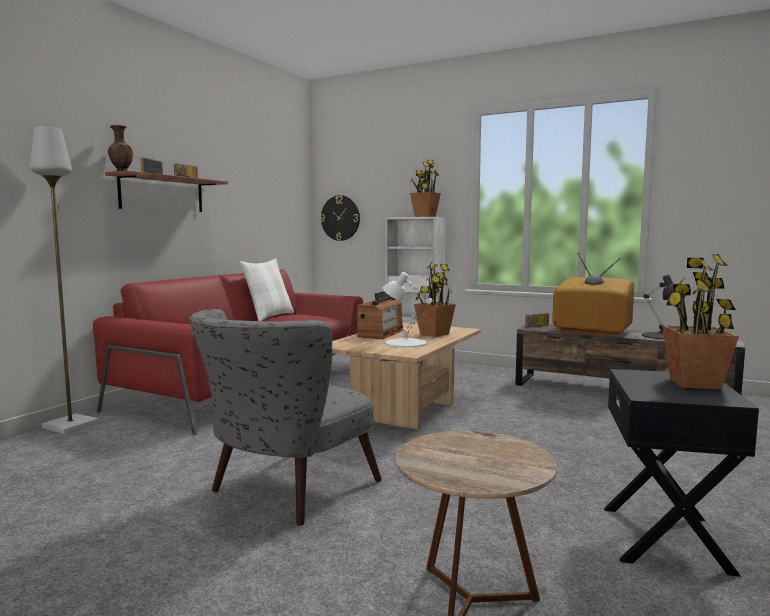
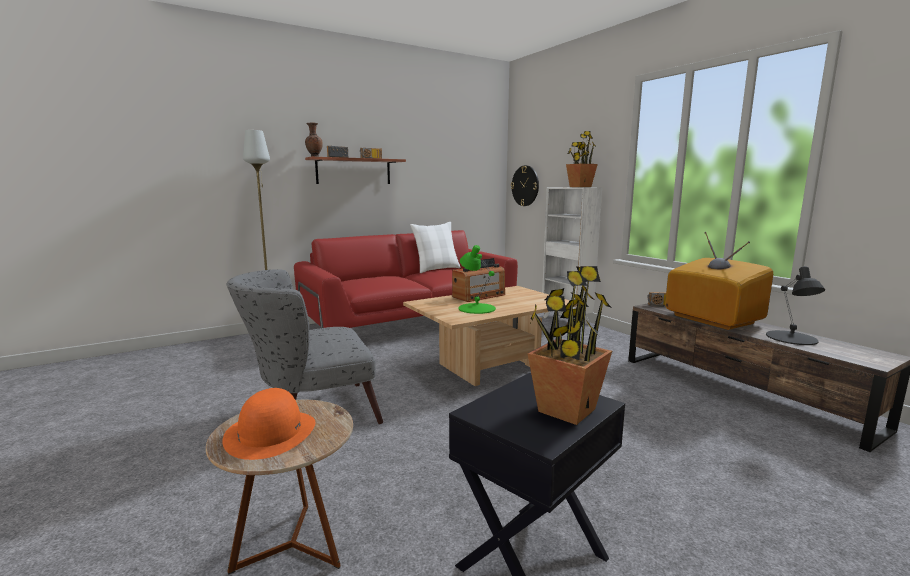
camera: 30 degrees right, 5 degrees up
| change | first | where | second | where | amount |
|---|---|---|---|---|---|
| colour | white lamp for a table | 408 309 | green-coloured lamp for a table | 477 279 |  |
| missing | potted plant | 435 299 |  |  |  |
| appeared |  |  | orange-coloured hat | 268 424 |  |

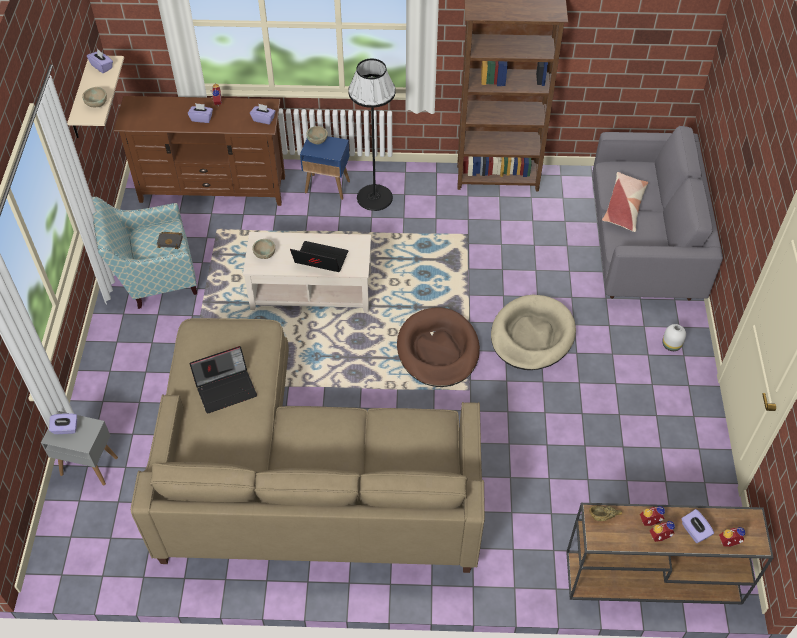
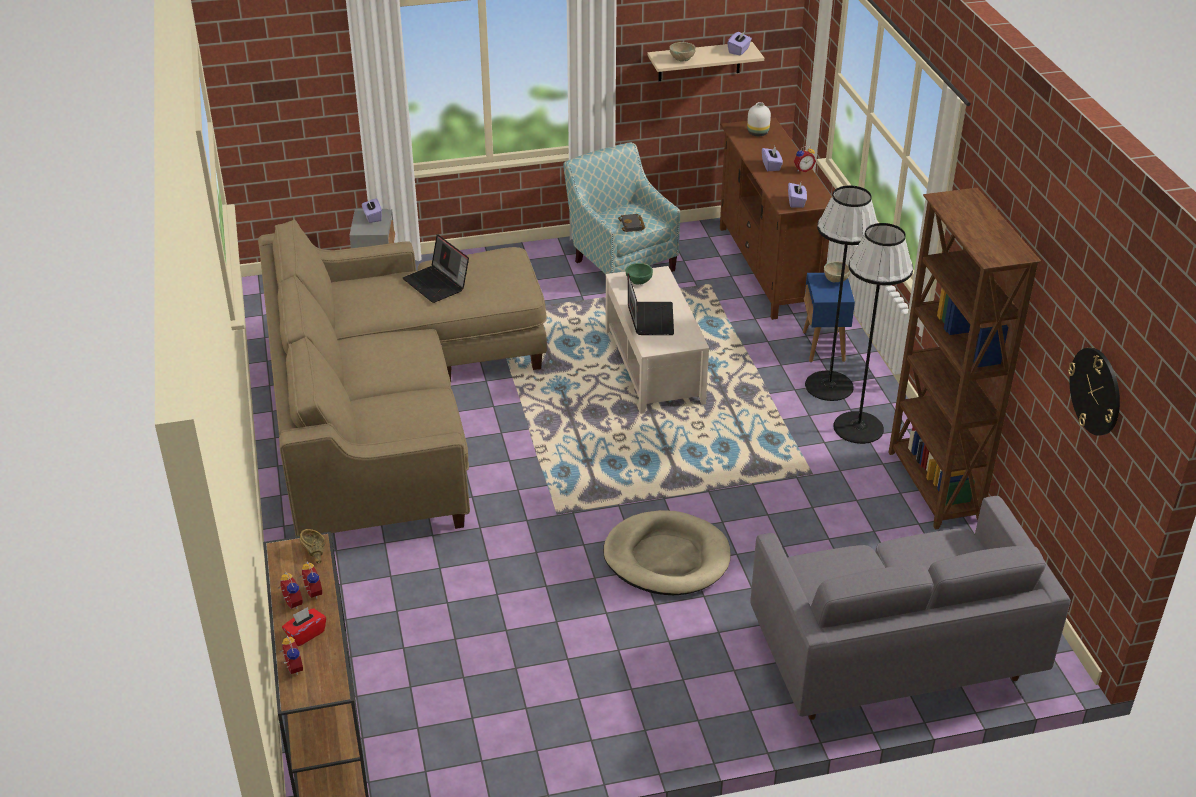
camera: 75 degrees right, 15 degrees down
| change | first | where | second | where | amount |
|---|---|---|---|---|---|
| colour | sand-coloured serving bowl | 263 249 | green-coloured serving bowl | 639 274 |  |
| missing | brownish pet bed | 438 347 |  |  |  |
| missing | pillow | 625 202 |  |  |  |
| relocated | white decorative vase | 674 337 |  | 759 119 |  |
| colour | purplish tissue box | 698 526 | reddish tissue box | 304 626 |  |
| appeared |  |  | black floor lamp | 873 333 |  |
| appeared |  |  | wall clock | 1094 392 |  |

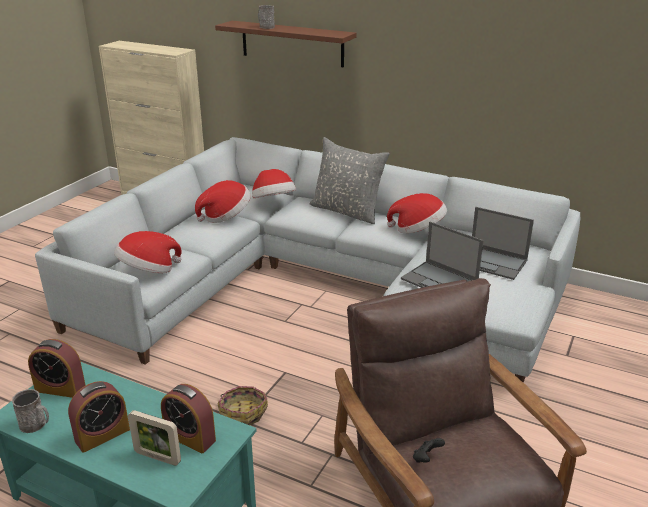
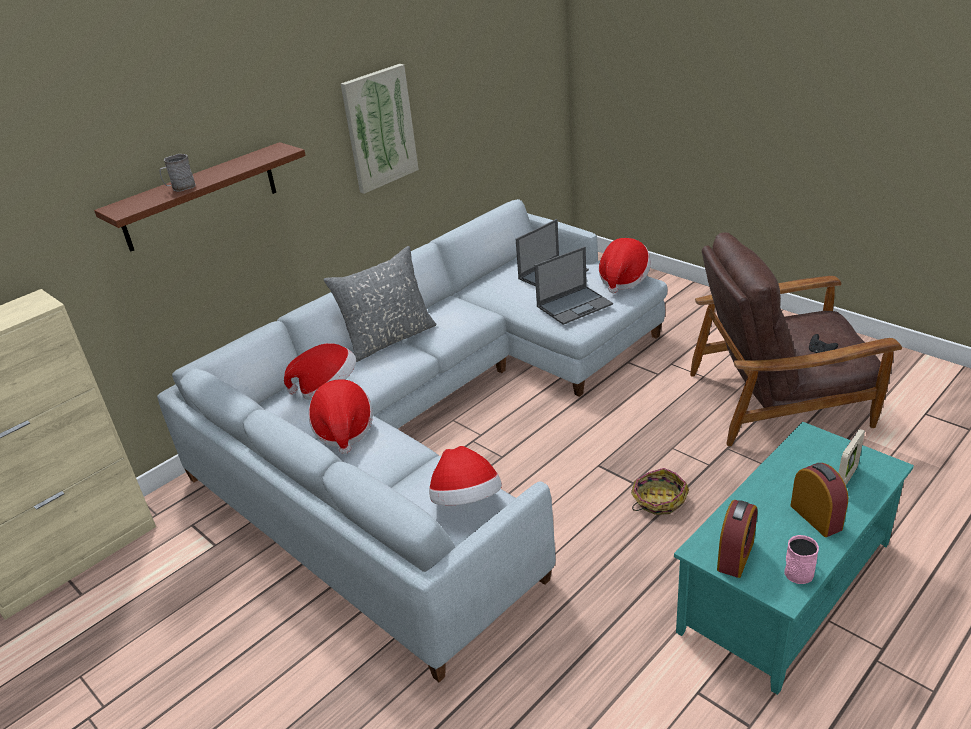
camera: 70 degrees left, 5 degrees up
| change | first | where | second | where | amount |
|---|---|---|---|---|---|
| colour | gray coffee mug | 30 411 | pink coffee mug | 802 559 |  |
| missing | table clock | 188 418 |  |  |  |
| relocated | hat | 417 213 |  | 625 265 |  |
| appeared |  |  | picture | 380 129 |  |

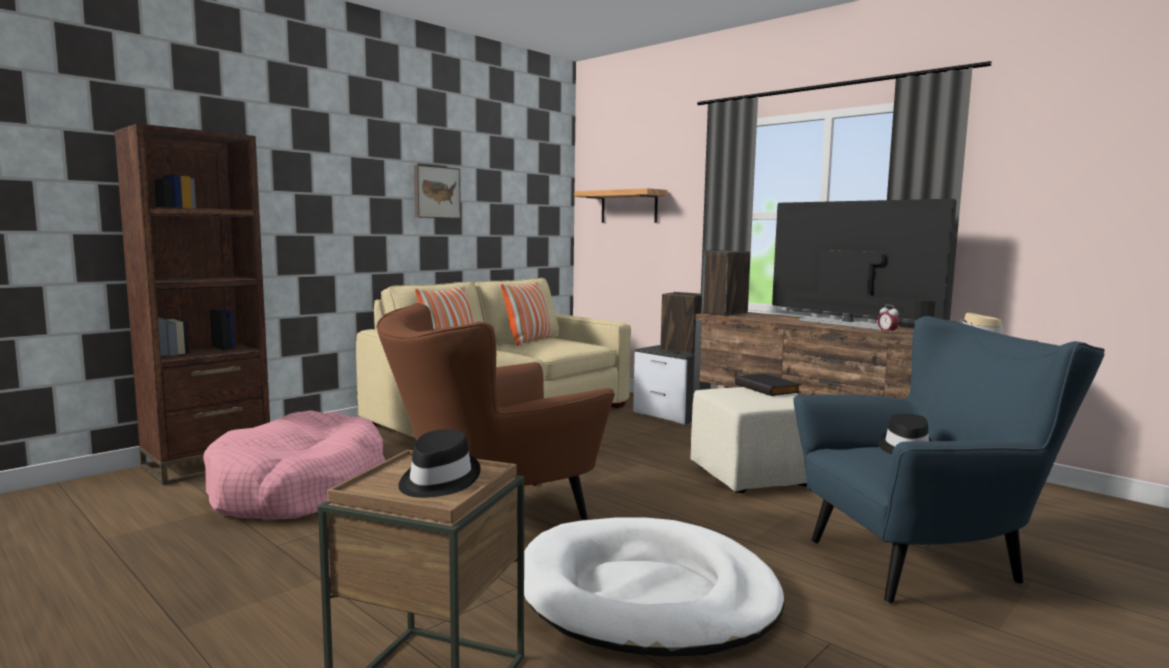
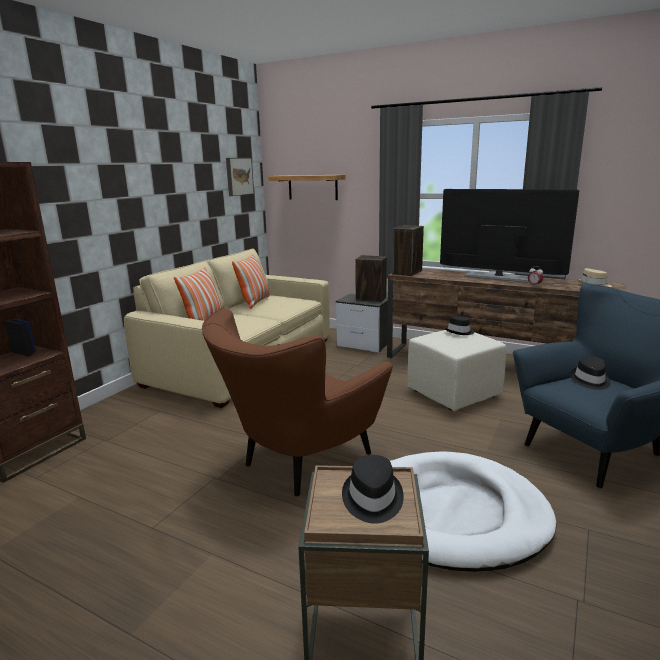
camera: 15 degrees left, 10 degrees up
| change | first | where | second | where | amount |
|---|---|---|---|---|---|
| missing | pink pet bed | 294 465 |  |  |  |
| relocated | picture | 437 192 |  | 240 177 |  |
| exchanged | black book | 768 385 | black hat | 460 325 |  |

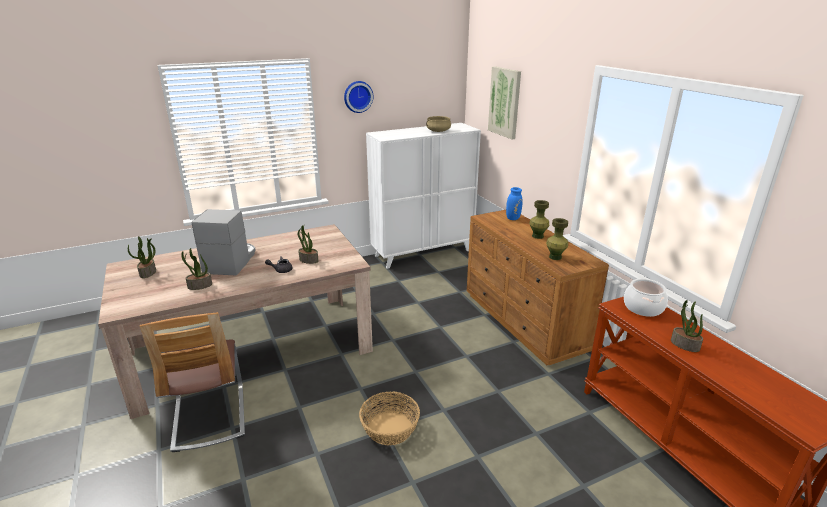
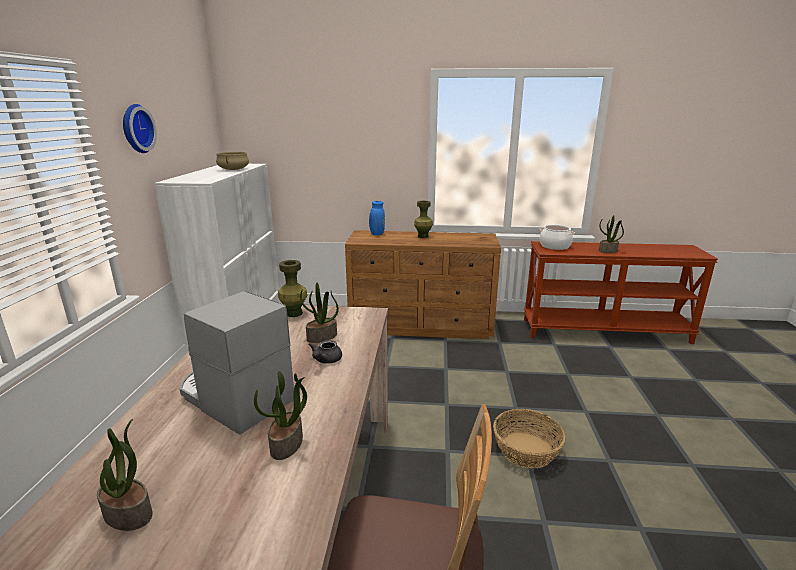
camera: 60 degrees left, 5 degrees down
| change | first | where | second | where | amount |
|---|---|---|---|---|---|
| missing | picture | 504 103 |  |  |  |
| relocated | green-coloured decorative vase | 557 239 |  | 292 288 |  |

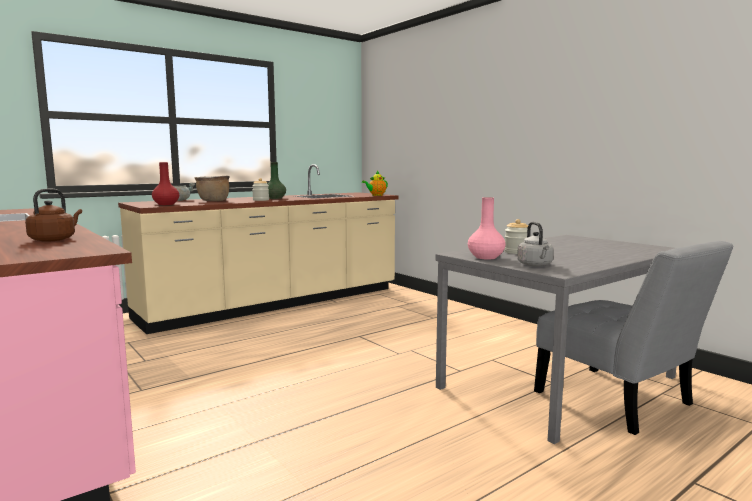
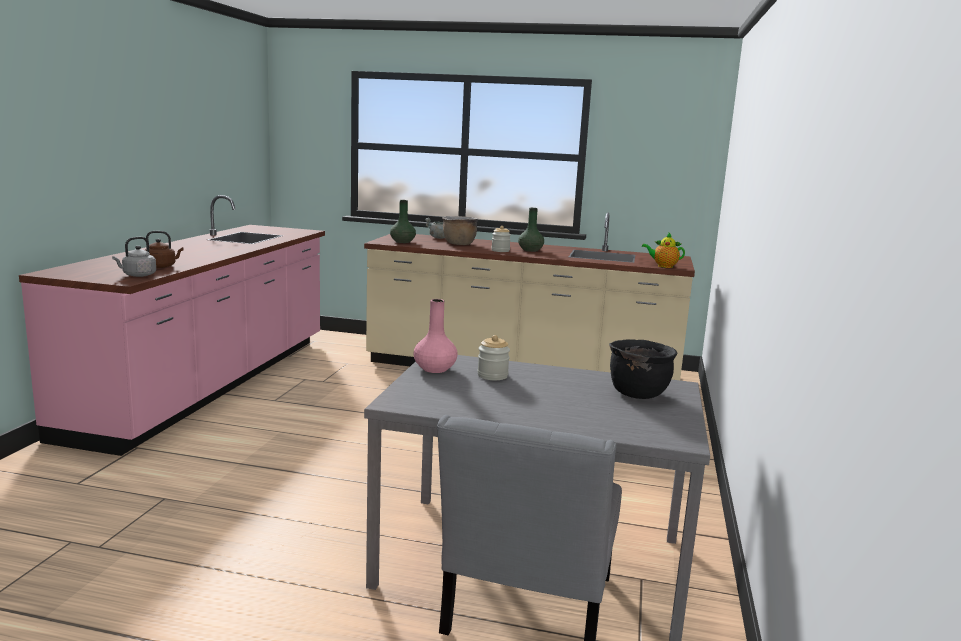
camera: 50 degrees right, 5 degrees up
| change | first | where | second | where | amount |
|---|---|---|---|---|---|
| colour | reddish decorative vase | 165 183 | green-coloured decorative vase | 403 221 |  |
| relocated | gray tea kettle | 535 244 |  | 134 257 |  |
| appeared |  |  | black cooking pot | 643 369 |  |

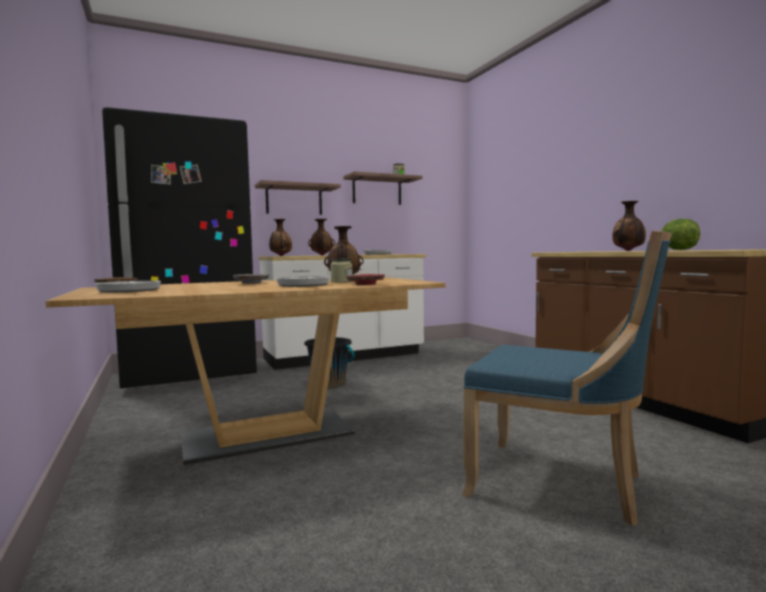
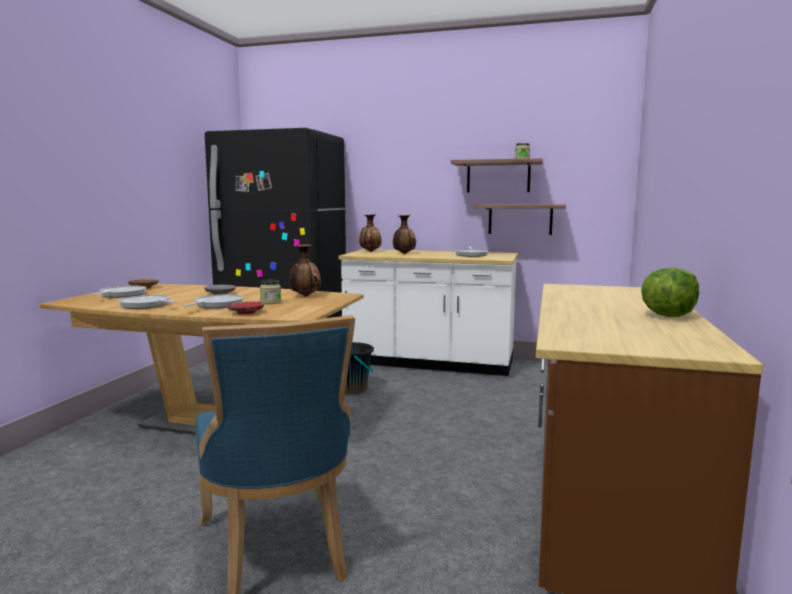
camera: 40 degrees right, 5 degrees up
| change | first | where | second | where | amount |
|---|---|---|---|---|---|
| relocated | shelf | 298 197 |  | 520 219 |  |
| missing | decorative vase | 629 226 |  |  |  |
| appeared |  |  | skillet | 147 302 |  |

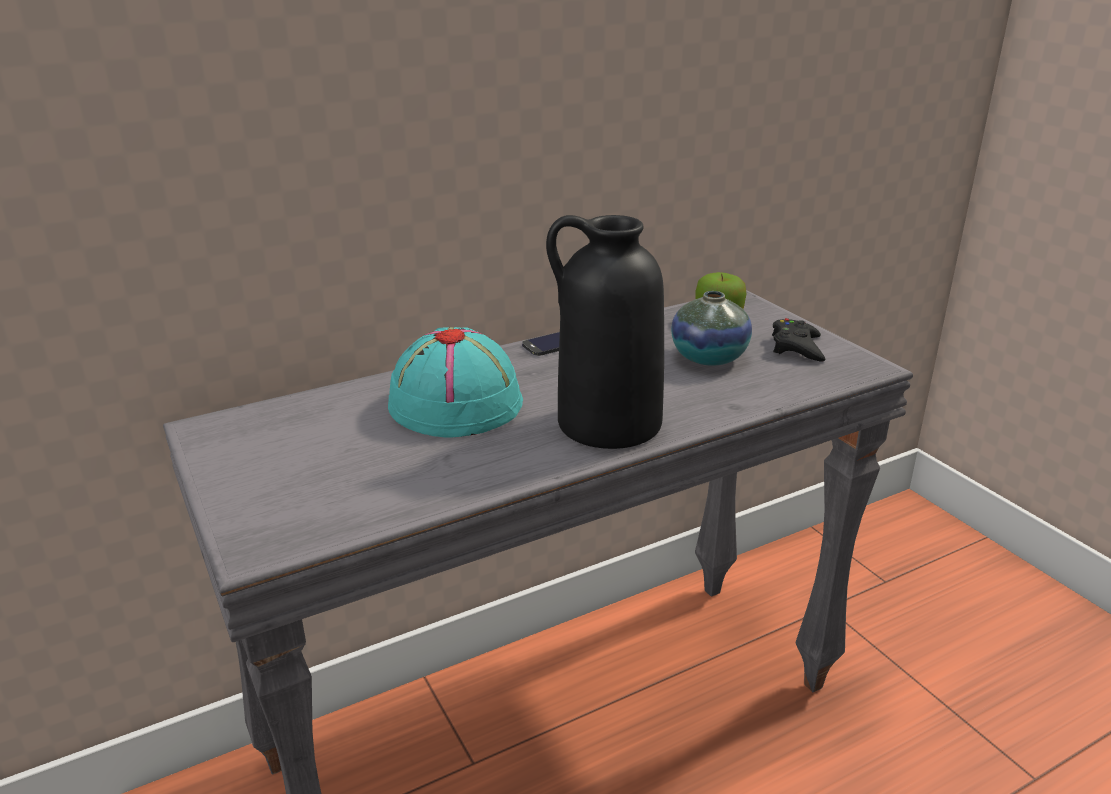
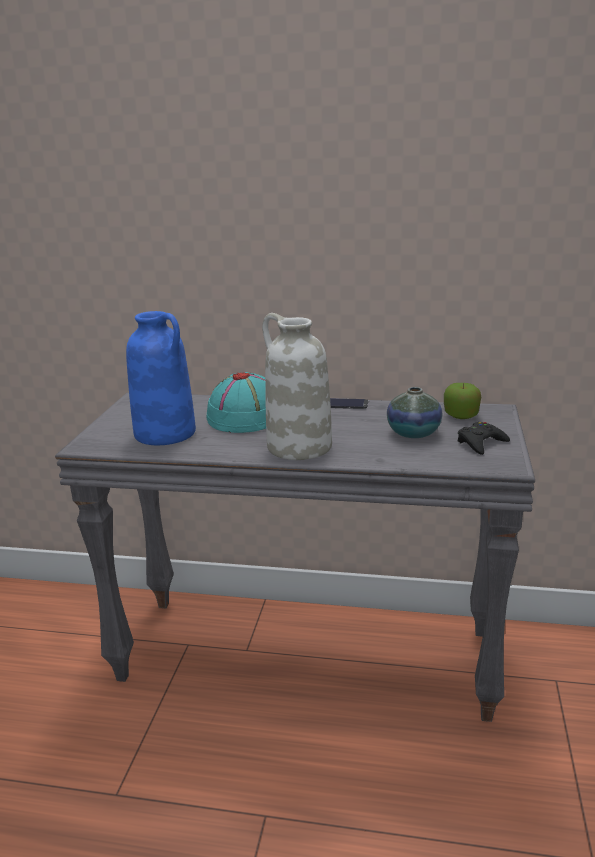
camera: 40 degrees right, 5 degrees down
| change | first | where | second | where | amount |
|---|---|---|---|---|---|
| colour | black decorative vase | 605 332 | white decorative vase | 297 386 |  |
| appeared |  |  | blue-coloured decorative vase | 161 378 |  |

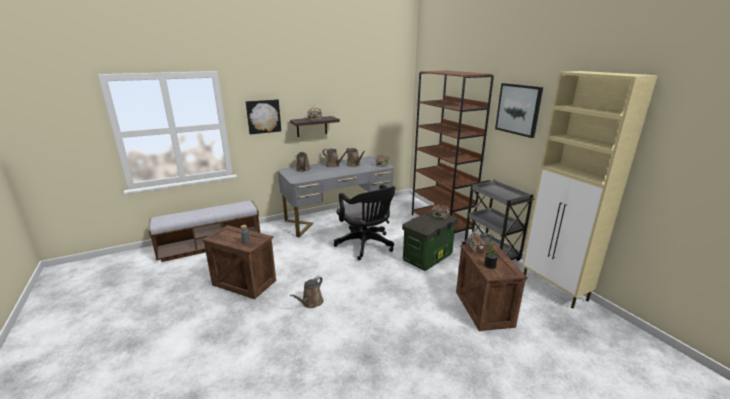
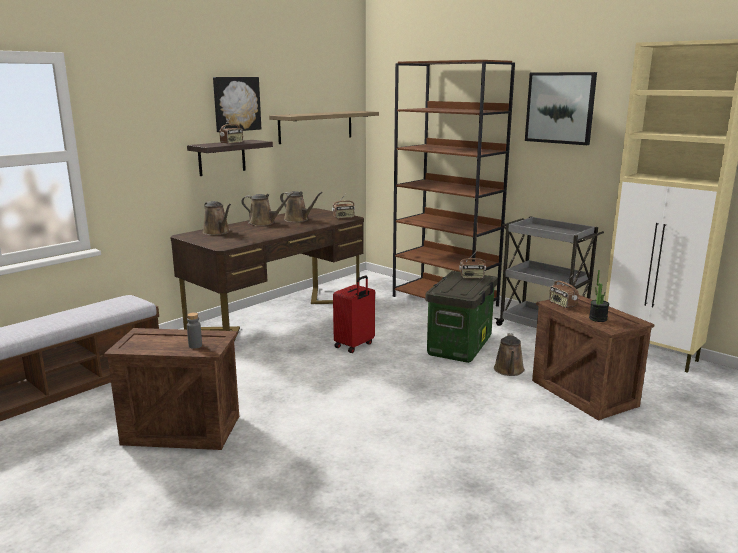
camera: 20 degrees left, 5 degrees down
| change | first | where | second | where | amount |
|---|---|---|---|---|---|
| relocated | picture | 263 116 |  | 237 104 |  |
| colour | gray desk table | 336 196 | brownish desk table | 267 274 |  |
| relocated | brownish watering can | 306 292 |  | 509 354 |  |
| exchanged | black desk chair | 364 222 | reddish suitcase | 354 314 |  |
| appeared |  |  | shelf | 324 127 |  |

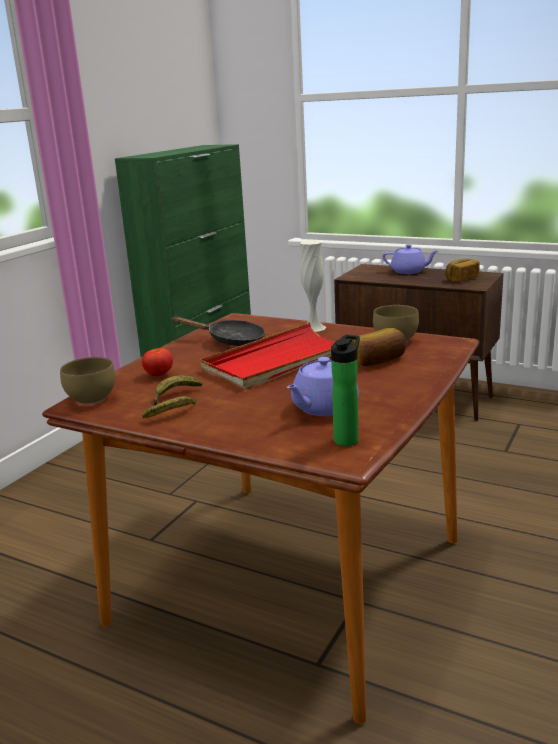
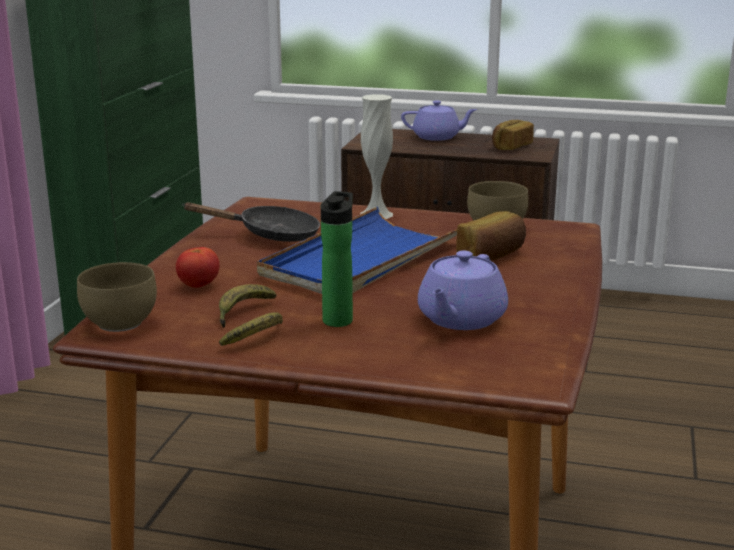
camera: 15 degrees left, 0 degrees up
| change | first | where | second | where | amount |
|---|---|---|---|---|---|
| colour | reddish carrying tray | 267 355 | blue-coloured carrying tray | 357 250 |  |
| relocated | drink bottle | 345 390 |  | 337 259 |  |

